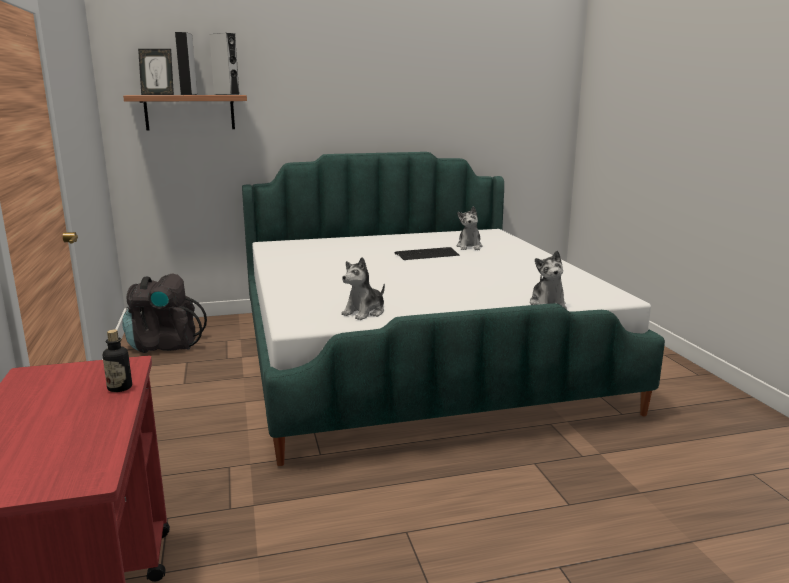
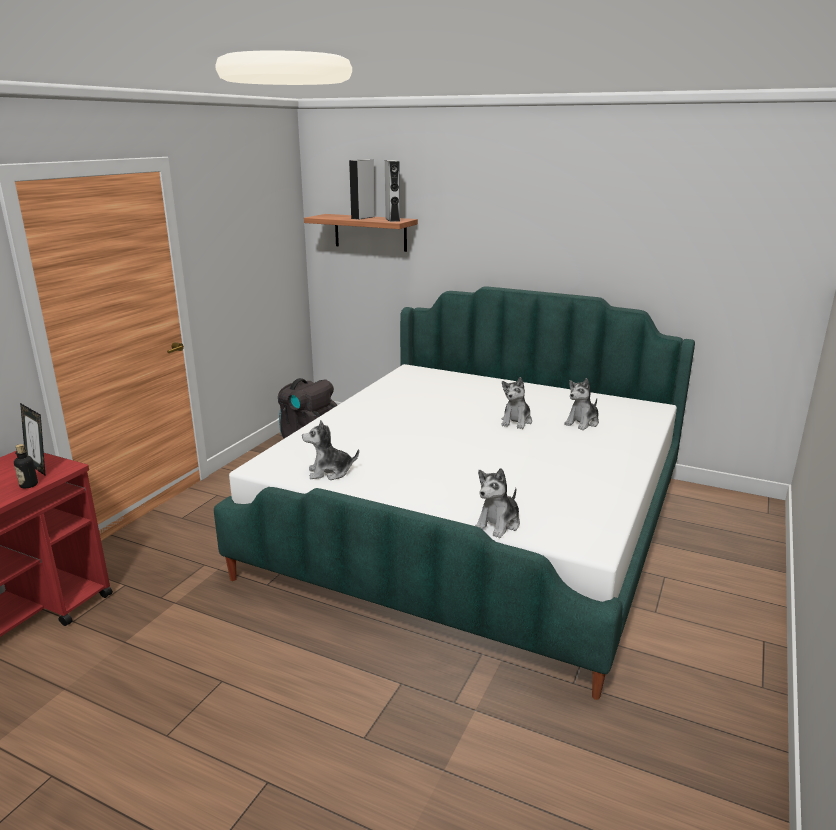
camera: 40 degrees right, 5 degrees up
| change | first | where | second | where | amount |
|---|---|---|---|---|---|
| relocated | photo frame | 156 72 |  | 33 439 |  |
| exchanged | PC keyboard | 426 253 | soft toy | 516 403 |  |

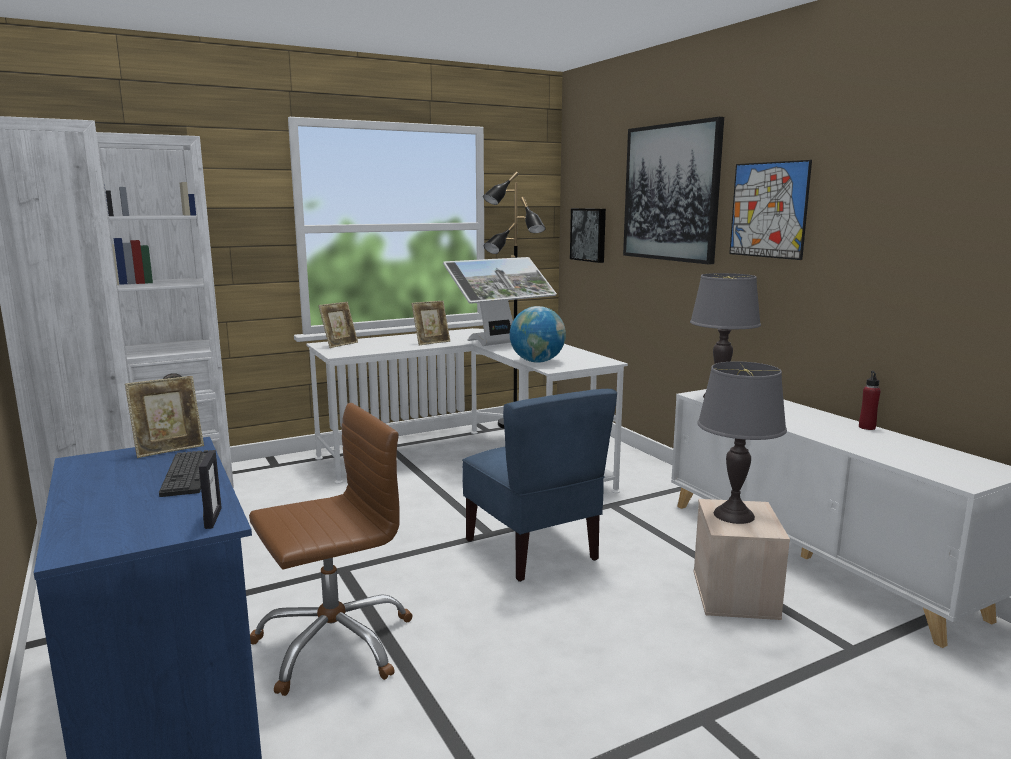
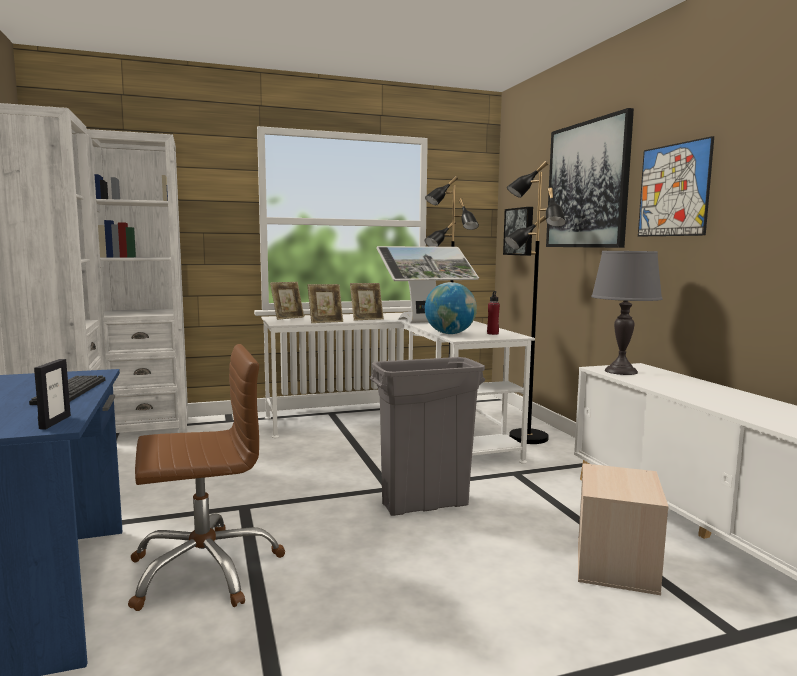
camera: 10 degrees right, 5 degrees down
| change | first | where | second | where | amount |
|---|---|---|---|---|---|
| relocated | photo frame | 164 417 |  | 325 303 |  |
| exchanged | blue-coloured plain chair | 539 485 | gray rubbish bin | 427 436 |  |
| missing | gray lamp for a table | 742 442 |  |  |  |
| relocated | reddish drink bottle | 870 400 |  | 493 313 |  |
| appeared |  |  | black floor lamp | 535 302 |  |

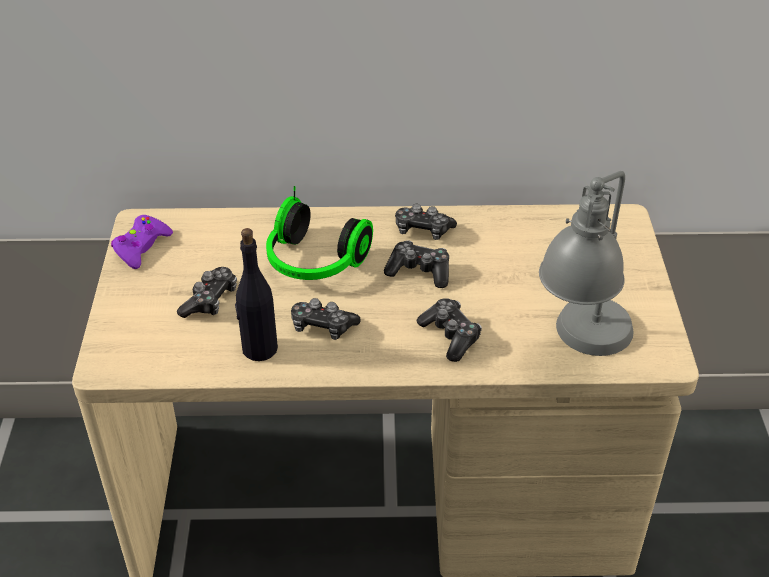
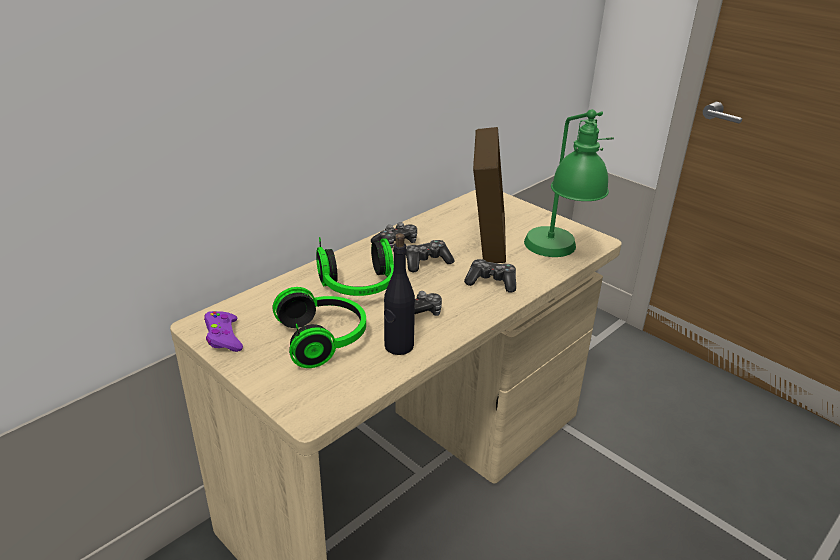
camera: 45 degrees left, 10 degrees down
| change | first | where | second | where | amount |
|---|---|---|---|---|---|
| exchanged | joypad | 207 292 | headphones | 319 327 |  |
| colour | gray lamp for a table | 586 263 | green-coloured lamp for a table | 569 183 |  |
| appeared |  |  | photo frame | 489 195 |  |

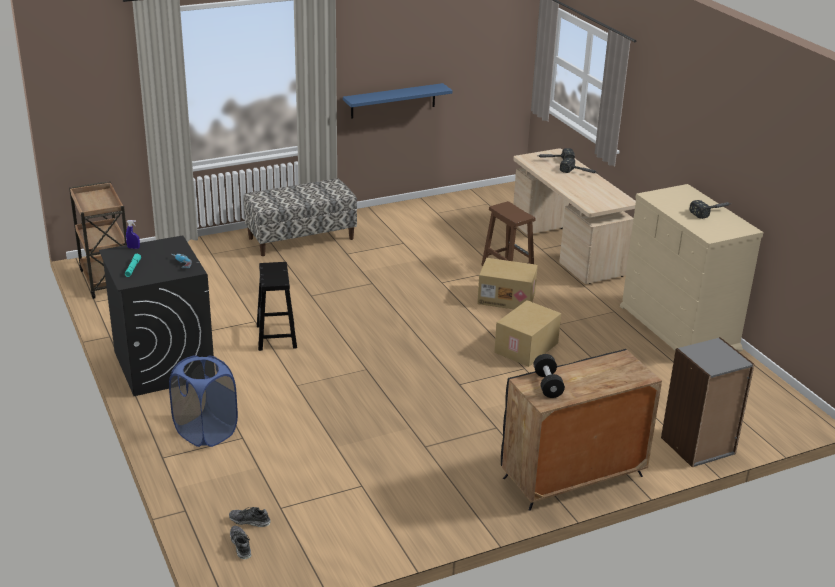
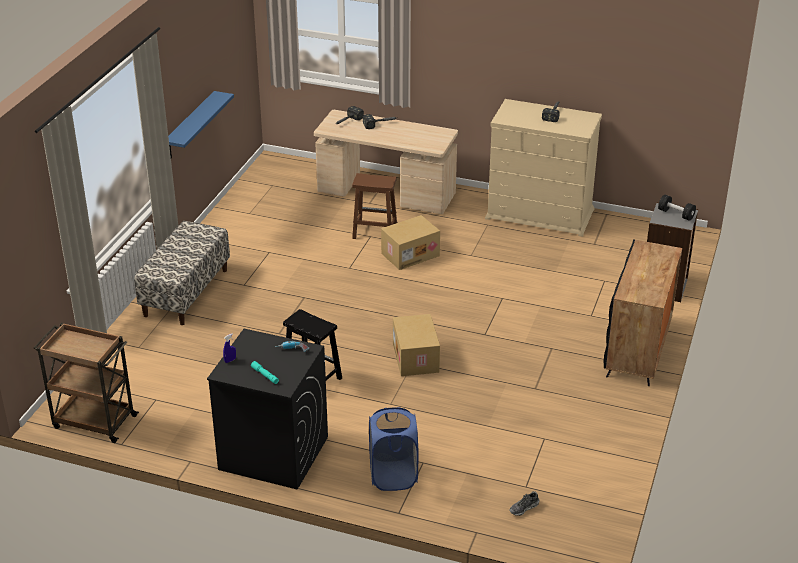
camera: 45 degrees left, 5 degrees up
| change | first | where | second | where | amount |
|---|---|---|---|---|---|
| missing | shoe | 240 542 |  |  |  |
| relocated | carton | 527 333 |  | 416 345 |  |
| relocated | black dumbbell | 549 376 |  | 677 208 |  |

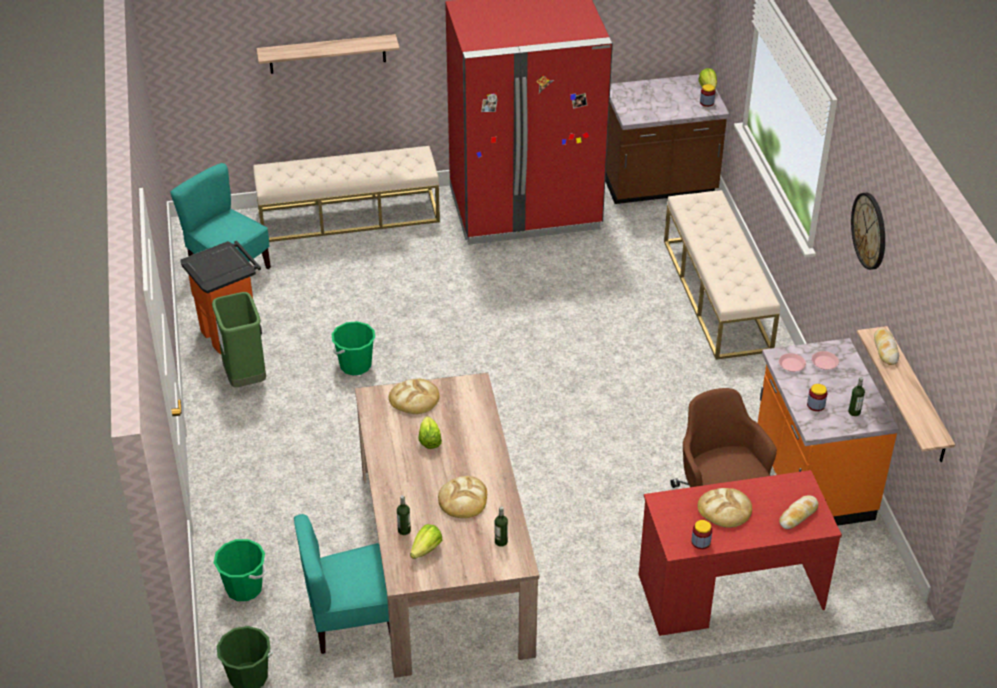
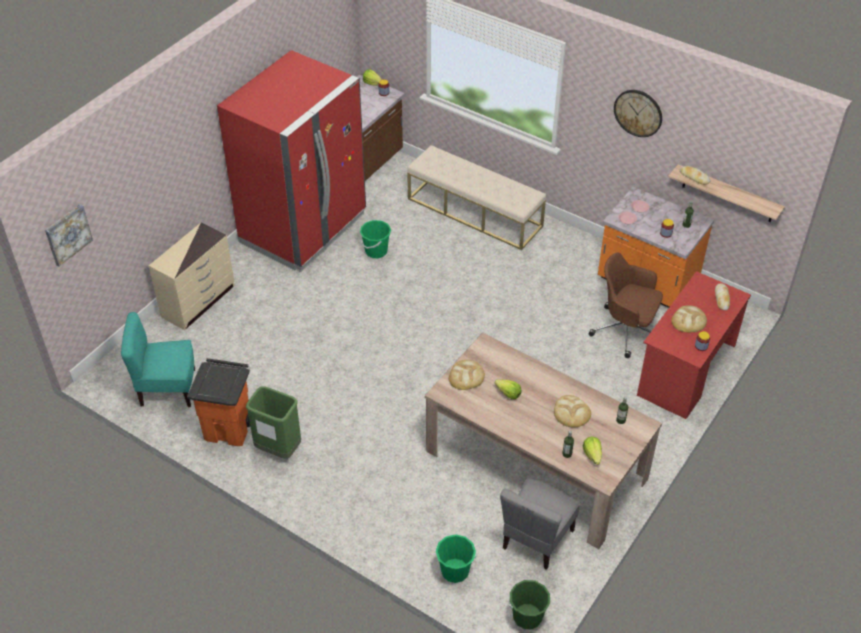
camera: 45 degrees left, 5 degrees up
| change | first | where | second | where | amount |
|---|---|---|---|---|---|
| exchanged | sand-coloured bench | 346 194 | sand-coloured chest of drawers | 191 276 |  |
| missing | shelf | 328 54 |  |  |  |
| colour | turquoise plain chair | 342 584 | gray plain chair | 540 524 |  |
| relocated | green-coloured water bucket | 353 348 |  | 375 239 |  |
| appeared |  |  | picture | 69 235 |  |

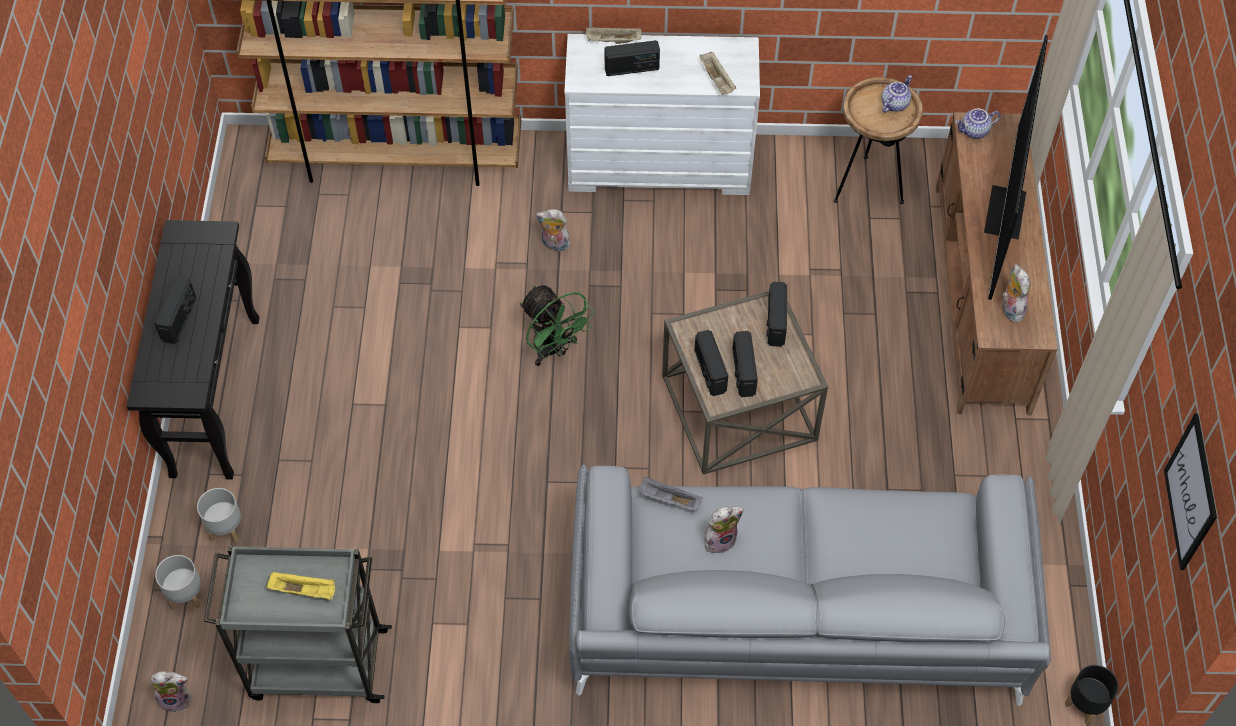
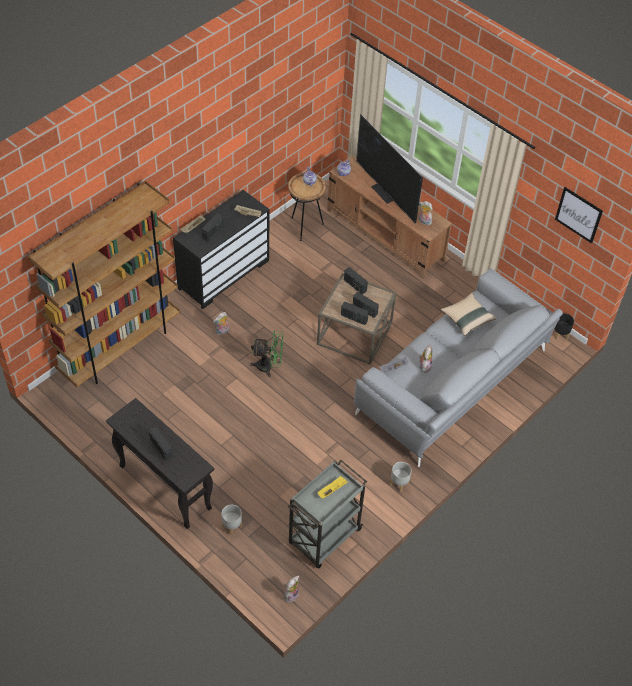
camera: 50 degrees left, 5 degrees down
| change | first | where | second | where | amount |
|---|---|---|---|---|---|
| relocated | gray planter | 178 582 |  | 401 477 |  |
| colour | white chest of drawers | 662 114 | black chest of drawers | 221 249 |  |
| appeared |  |  | sand-coloured pillow | 469 314 |  |

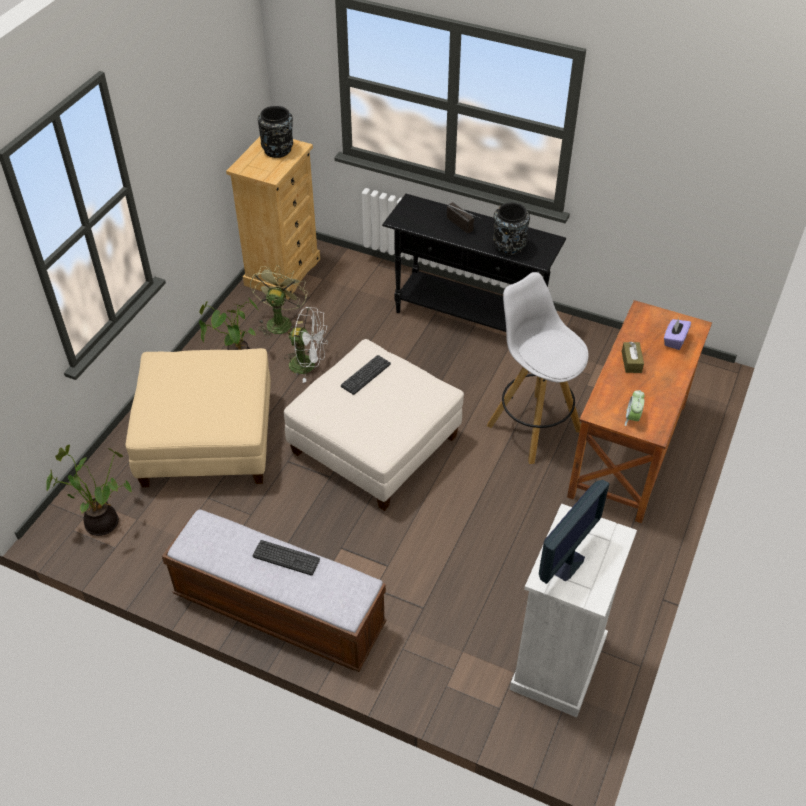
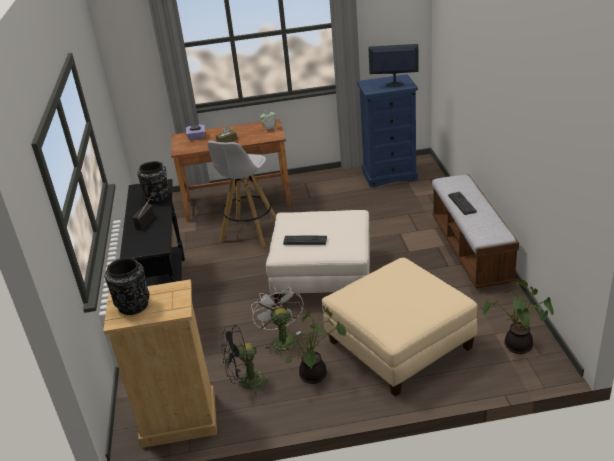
camera: 120 degrees left, 15 degrees down
| change | first | where | second | where | amount |
|---|---|---|---|---|---|
| colour | green-coloured electric fan | 279 301 | black electric fan | 247 360 |  |
| colour | white chest of drawers | 573 610 | blue-coloured chest of drawers | 387 131 |  |

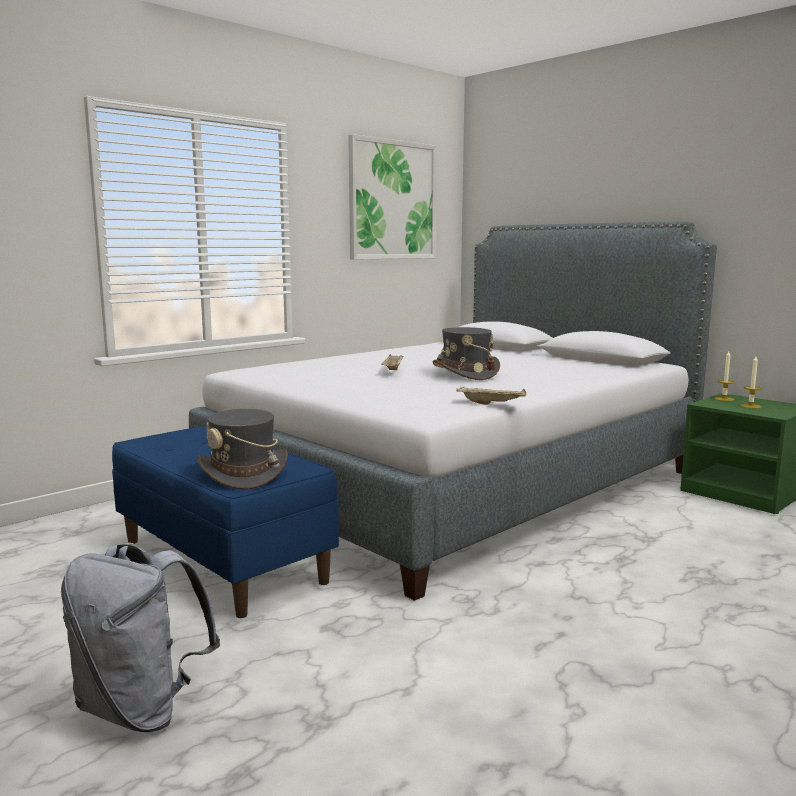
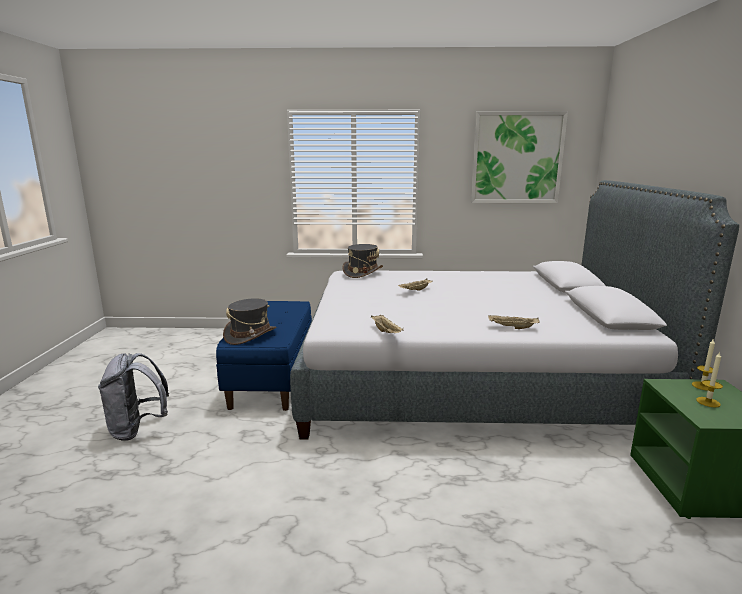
camera: 45 degrees right, 5 degrees up
| change | first | where | second | where | amount |
|---|---|---|---|---|---|
| relocated | gray hat | 466 353 |  | 362 261 |  |
| appeared |  |  | sand-coloured carrying tray | 514 322 |  |

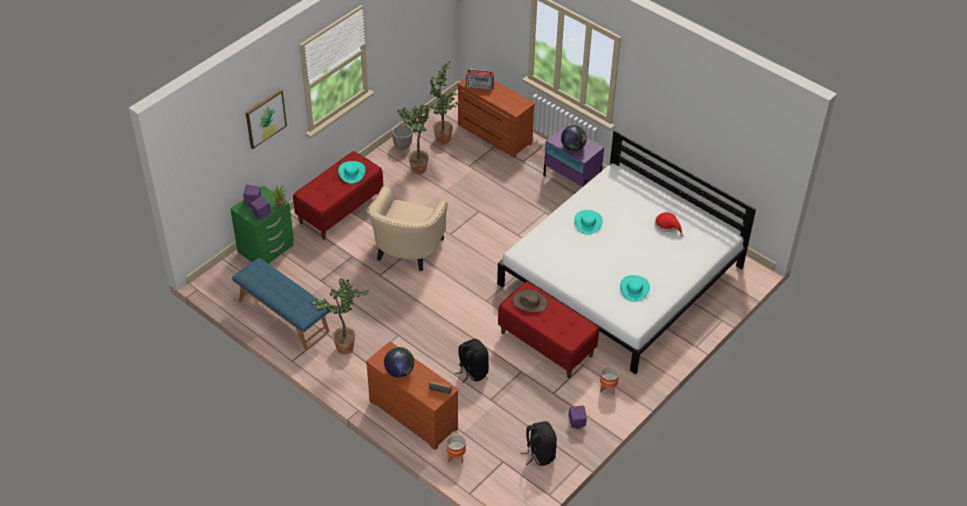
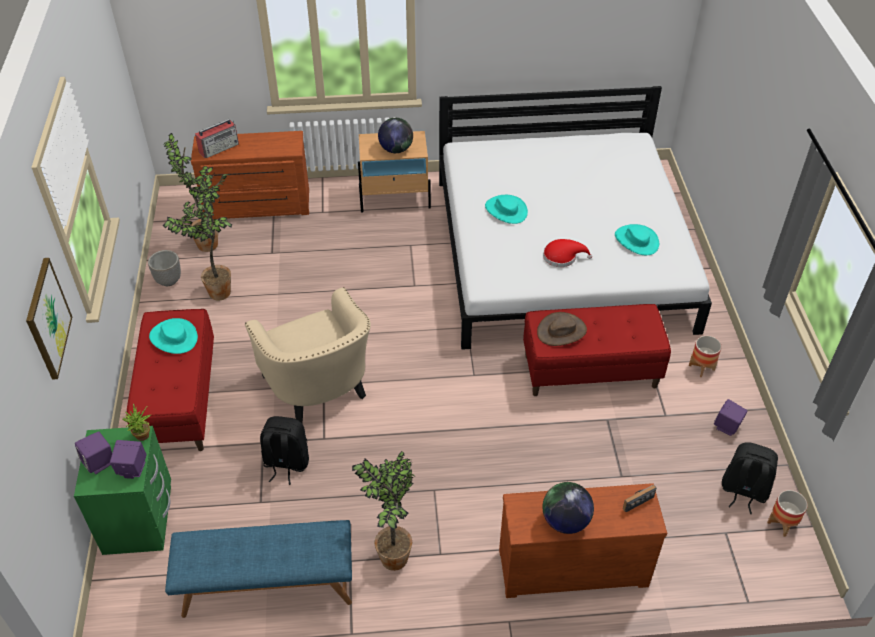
camera: 45 degrees left, 0 degrees up
| change | first | where | second | where | amount |
|---|---|---|---|---|---|
| relocated | planter | 456 449 |  | 787 513 |  |
| relocated | black backpack | 472 361 |  | 284 450 |  |
| colour | purplish nightstand | 573 156 | sand-coloured nightstand | 394 171 |  |
| relocated | reddish hat | 669 224 |  | 567 253 |  |

